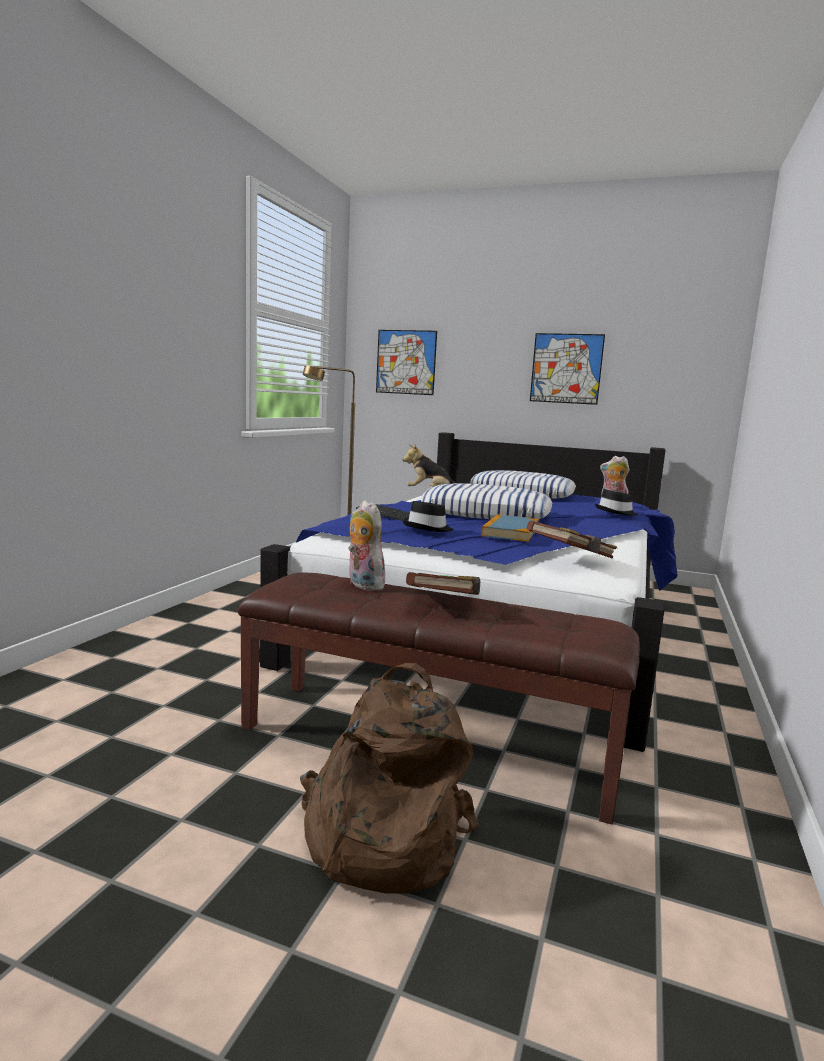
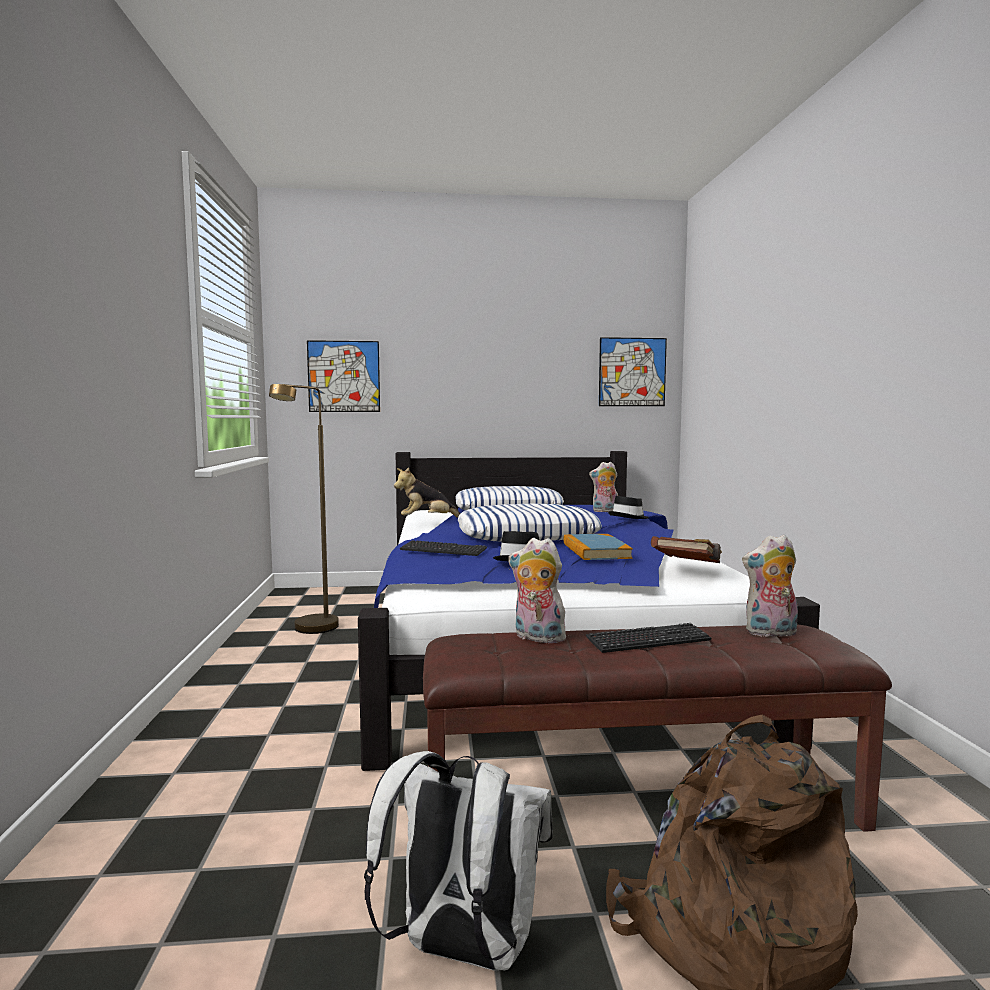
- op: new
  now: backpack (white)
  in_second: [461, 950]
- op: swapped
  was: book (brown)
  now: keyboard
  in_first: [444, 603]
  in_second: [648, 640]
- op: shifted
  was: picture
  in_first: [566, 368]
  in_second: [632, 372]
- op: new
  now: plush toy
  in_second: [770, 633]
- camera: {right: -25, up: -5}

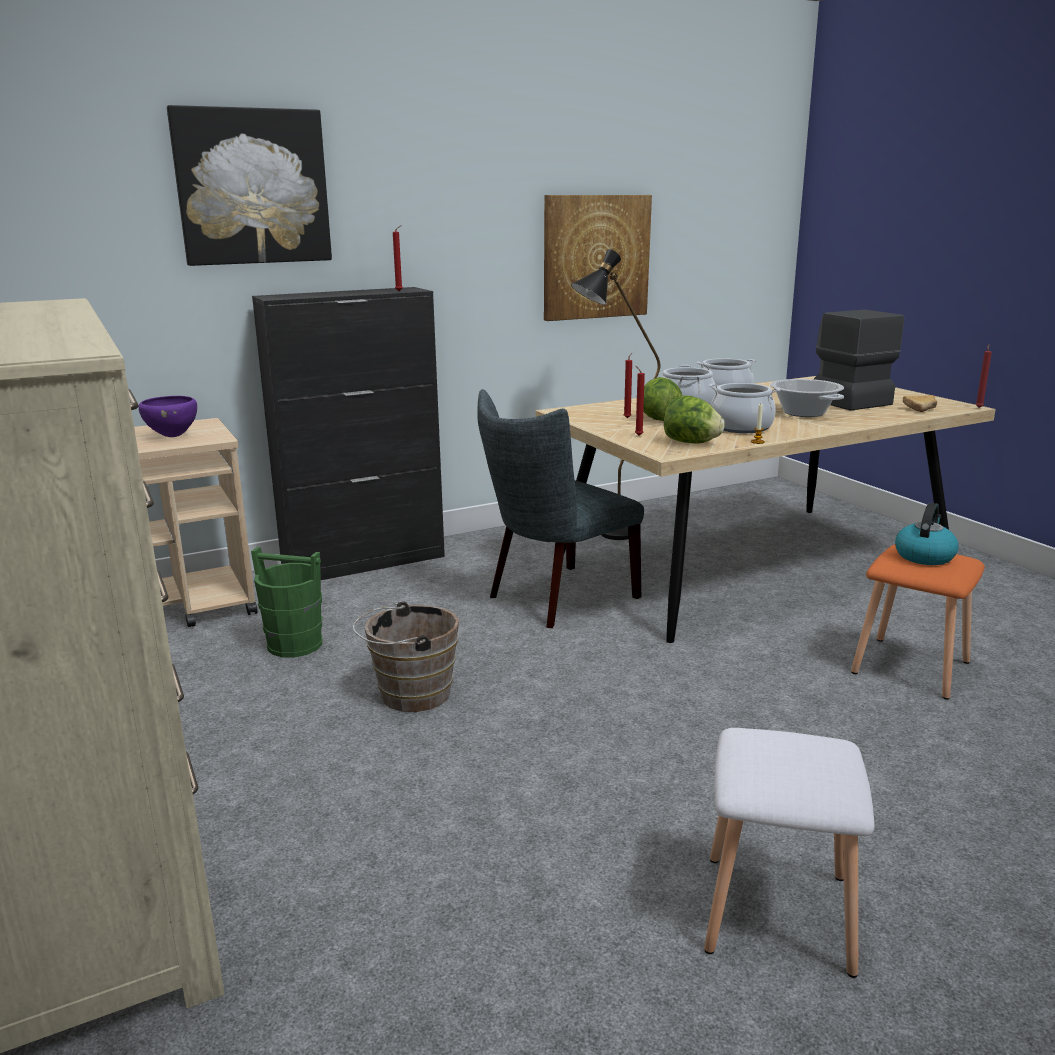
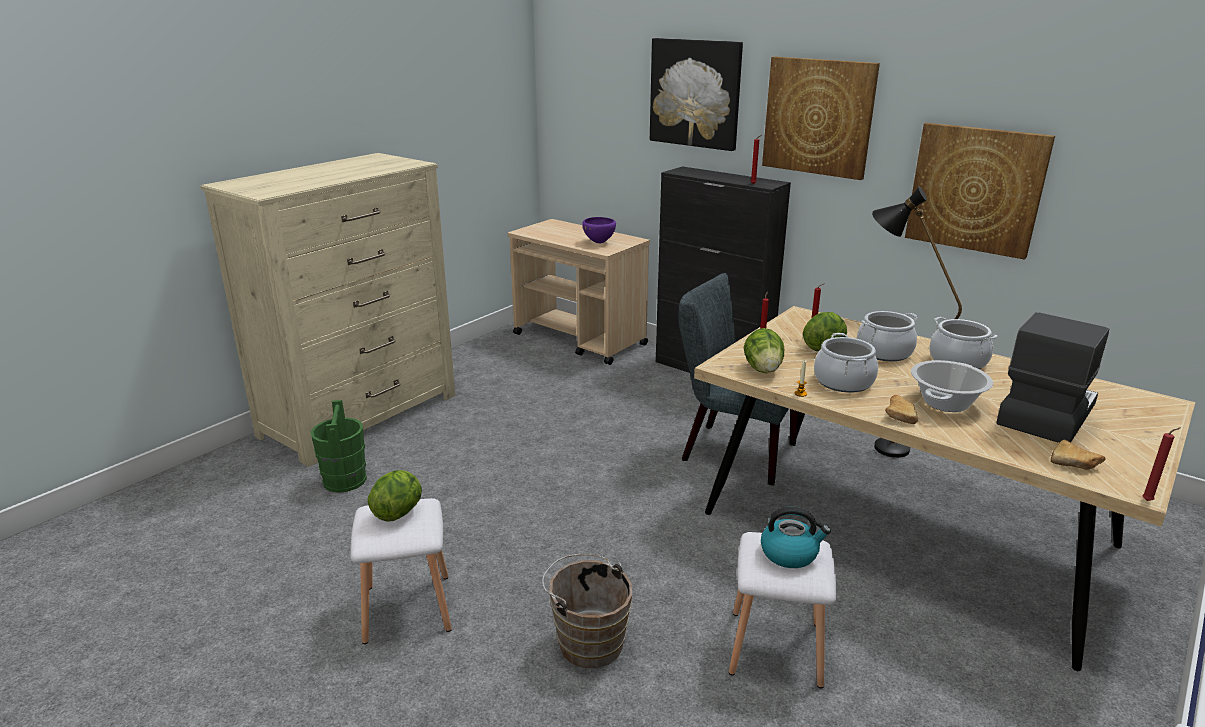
- op: shifted
  was: bucket (green)
  in_first: [294, 644]
  in_second: [345, 480]
- op: new
  now: lettuce
  in_second: [399, 512]
- op: shifted
  was: bucket (brown)
  in_first: [409, 695]
  in_second: [587, 641]
- op: repainted
  was: stool (orange)
  now: stool (white)
  in_first: [910, 666]
  in_second: [777, 647]
- op: new
  now: picture
  in_second: [818, 117]
- op: new
  now: bread
  in_second: [899, 415]
- camera: {right: 65, up: 5}

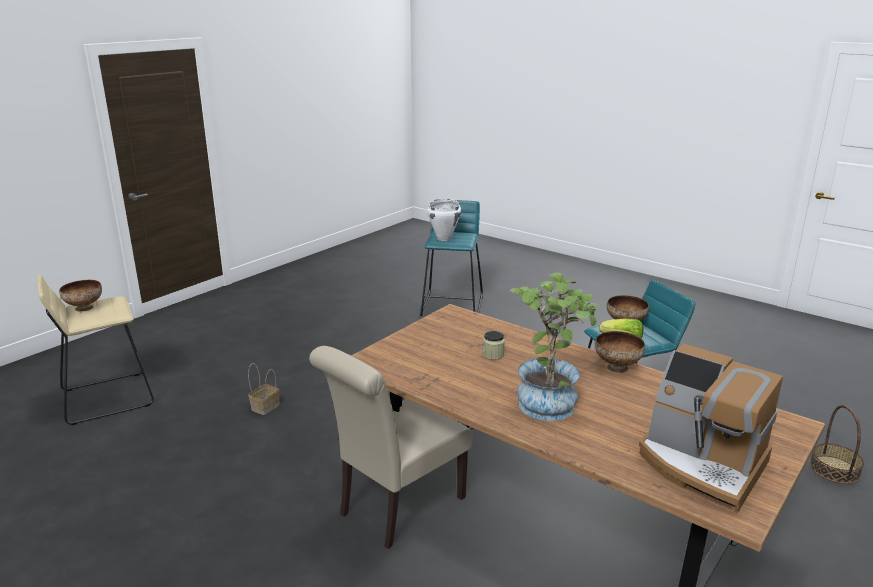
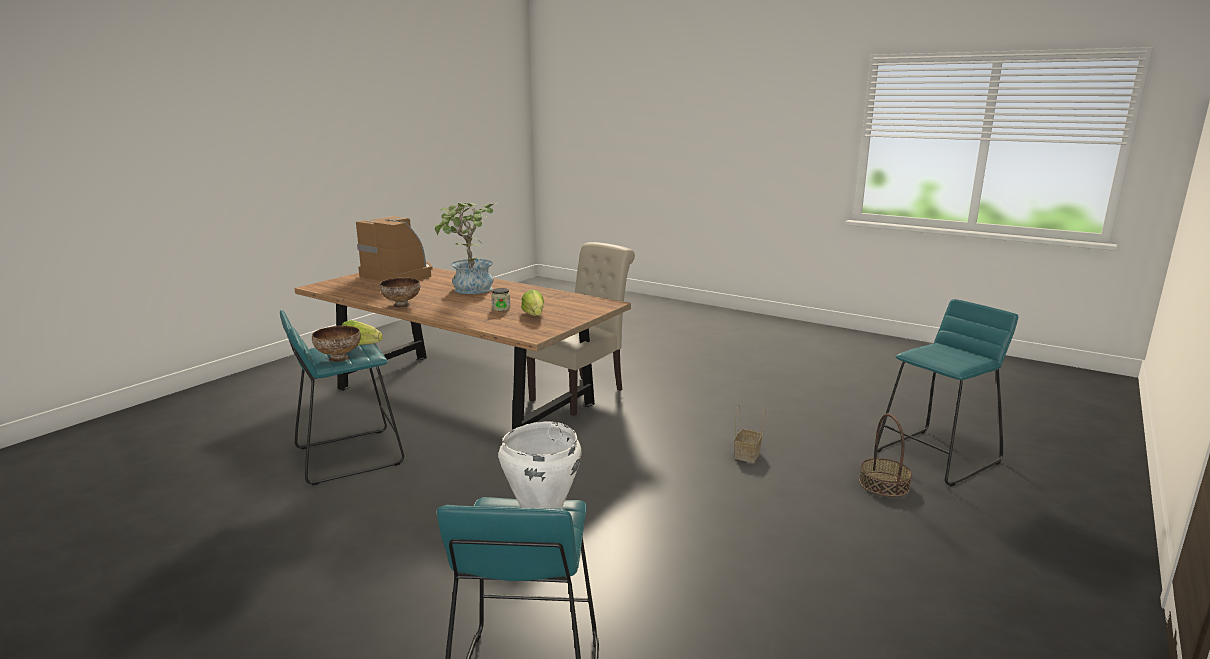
- op: new
  now: lettuce
  in_second: [534, 315]
- op: shifted
  was: basket
  in_first: [834, 469]
  in_second: [883, 484]
- op: repainted
  was: stool (beige)
  now: stool (turquoise)
  in_first: [107, 397]
  in_second: [937, 457]
- op: gone
  was: bowl
  in_first: [84, 308]
- camera: {right: 175, up: -5}

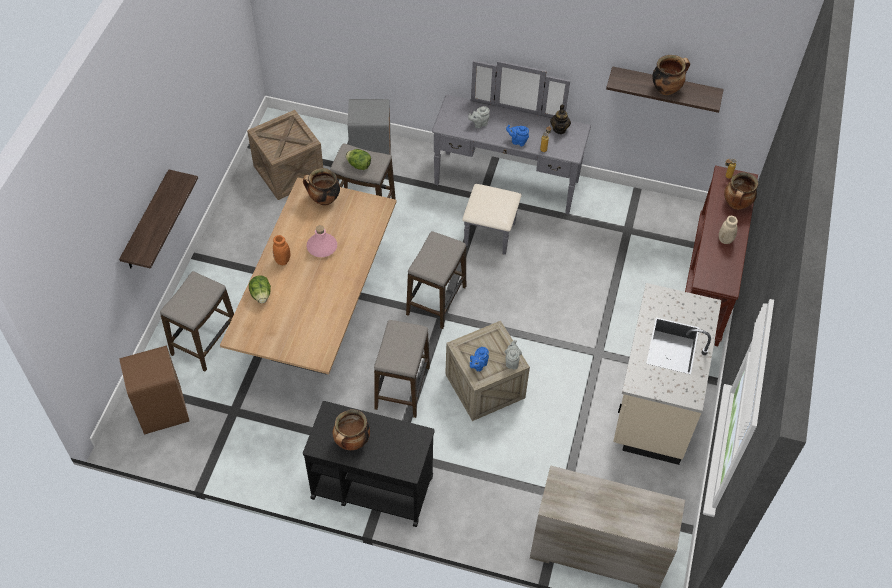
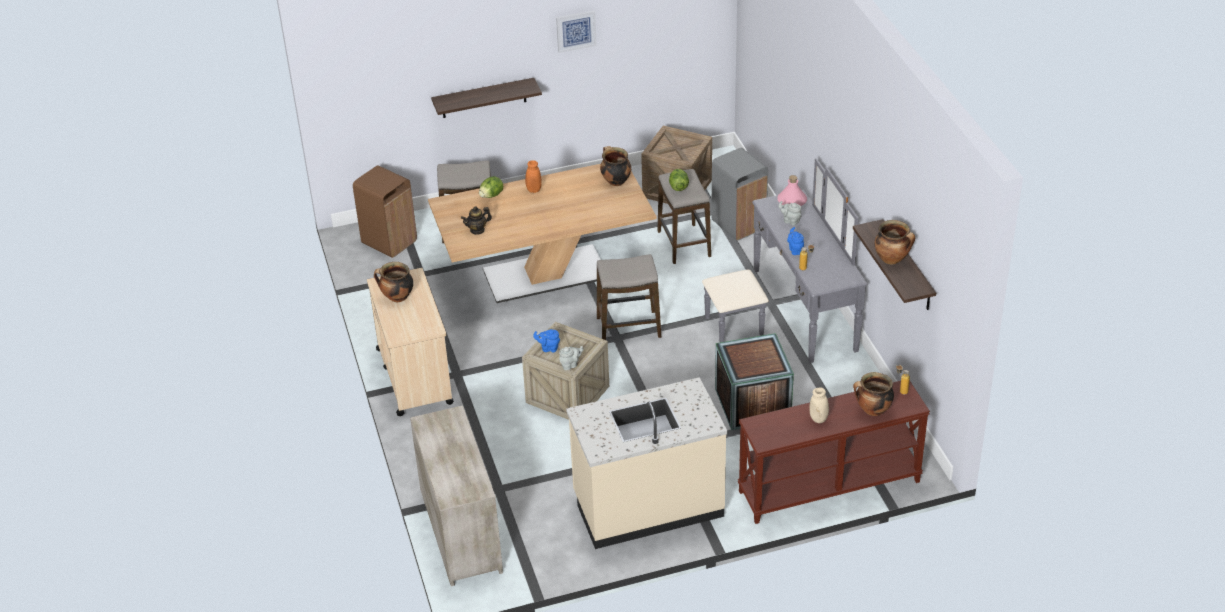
- op: repainted
  was: cart (black)
  now: cart (beige)
  in_first: [371, 486]
  in_second: [414, 375]
- op: shifted
  was: teapot
  in_first: [559, 129]
  in_second: [477, 230]
- op: new
  now: picture
  in_second: [576, 30]
- op: new
  now: crate
  in_second: [752, 404]
- op: shifted
  was: bottle (pink)
  in_first: [322, 247]
  in_second: [792, 201]
- op: gone
  was: stool
  in_first: [402, 388]
- camera: {right: 60, up: -15}

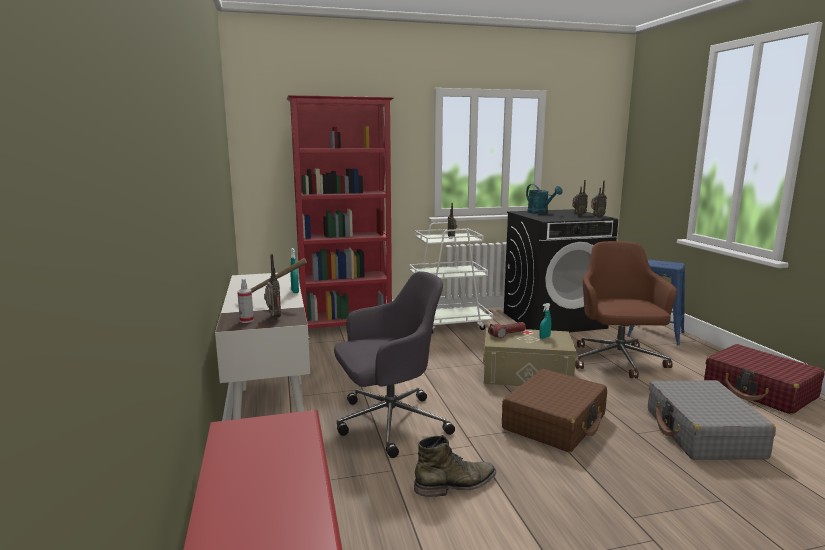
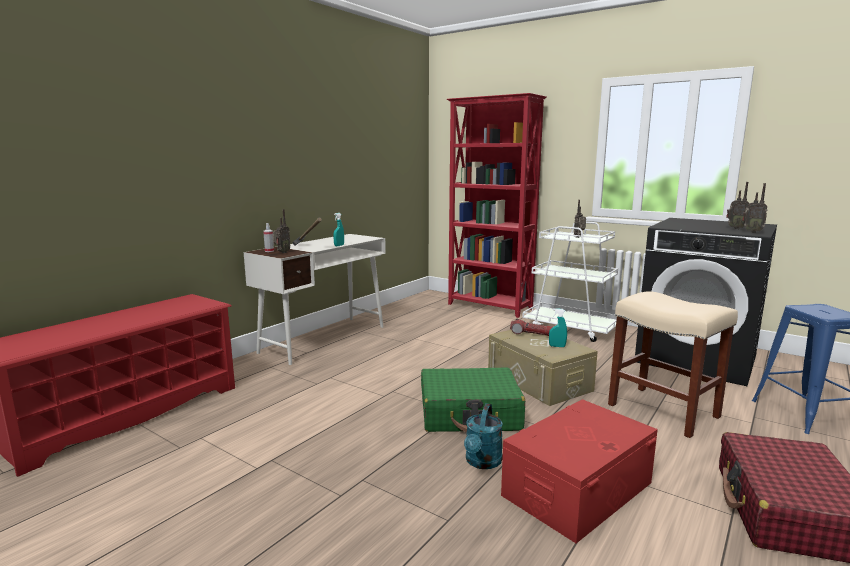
- op: repainted
  was: suitcase (brown)
  now: suitcase (green)
  in_first: [555, 422]
  in_second: [470, 414]
- op: shifted
  was: watering can (turquoise)
  in_first: [540, 213]
  in_second: [482, 463]
- op: swapped
  was: suitcase (grey)
  now: storage box (red)
  in_first: [703, 433]
  in_second: [577, 489]
- op: swapped
  was: office chair (brown)
  now: stool (beige)
  in_first: [618, 361]
  in_second: [664, 411]
- op: gone
  was: office chair (grey)
  in_first: [389, 423]
- op: gone
  was: boot (green)
  in_first: [456, 485]
- camera: {right: 50, up: 0}

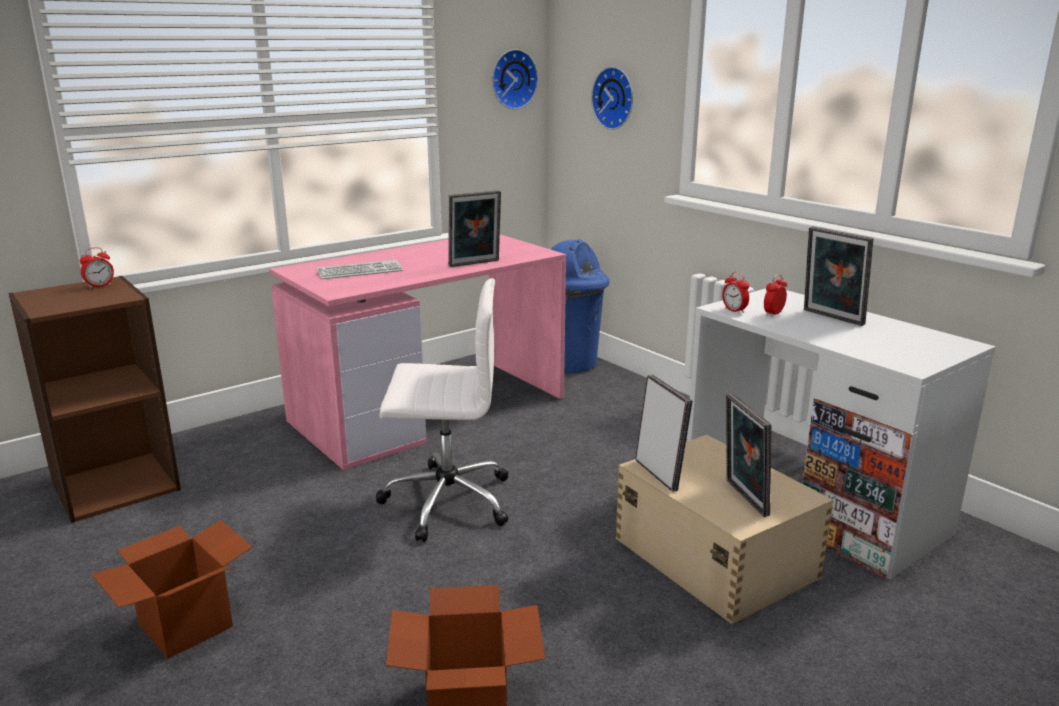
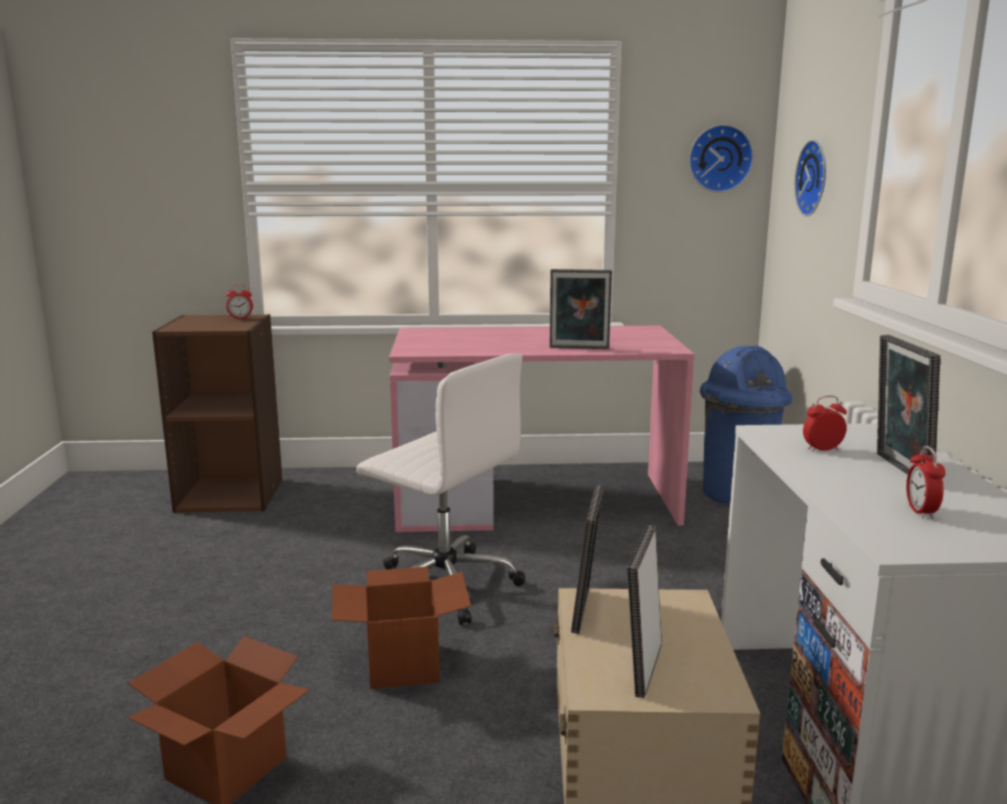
- op: shifted
  was: cardboard box
  in_first: [186, 625]
  in_second: [403, 665]
- op: shifted
  was: alarm clock
  in_first: [734, 310]
  in_second: [920, 512]
- op: gone
  was: keyboard
  in_first: [360, 271]
- camera: {right: 35, up: -5}

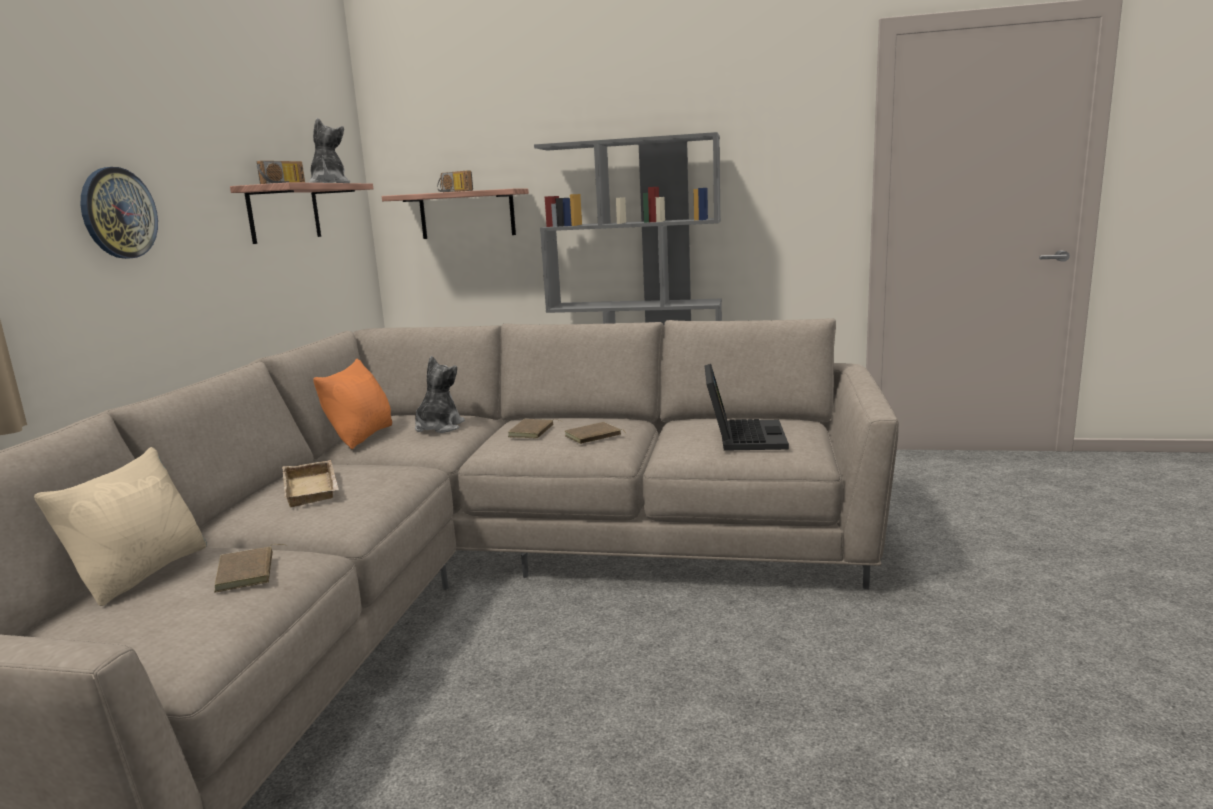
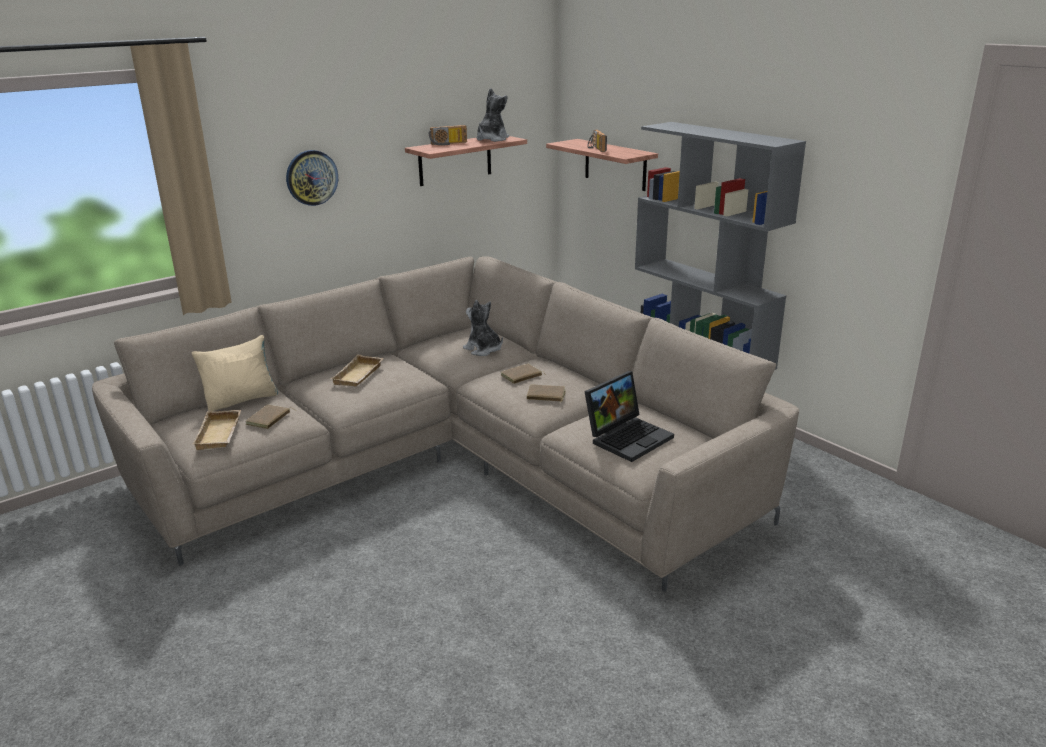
- op: new
  now: tray (beige)
  in_second: [220, 434]
- op: rotated
  was: plush toy
  in_first: [438, 427]
  in_second: [483, 350]
  clockwise: -105
- op: gone
  was: pillow (orange)
  in_first: [361, 436]
- camera: {right: 40, up: 10}

